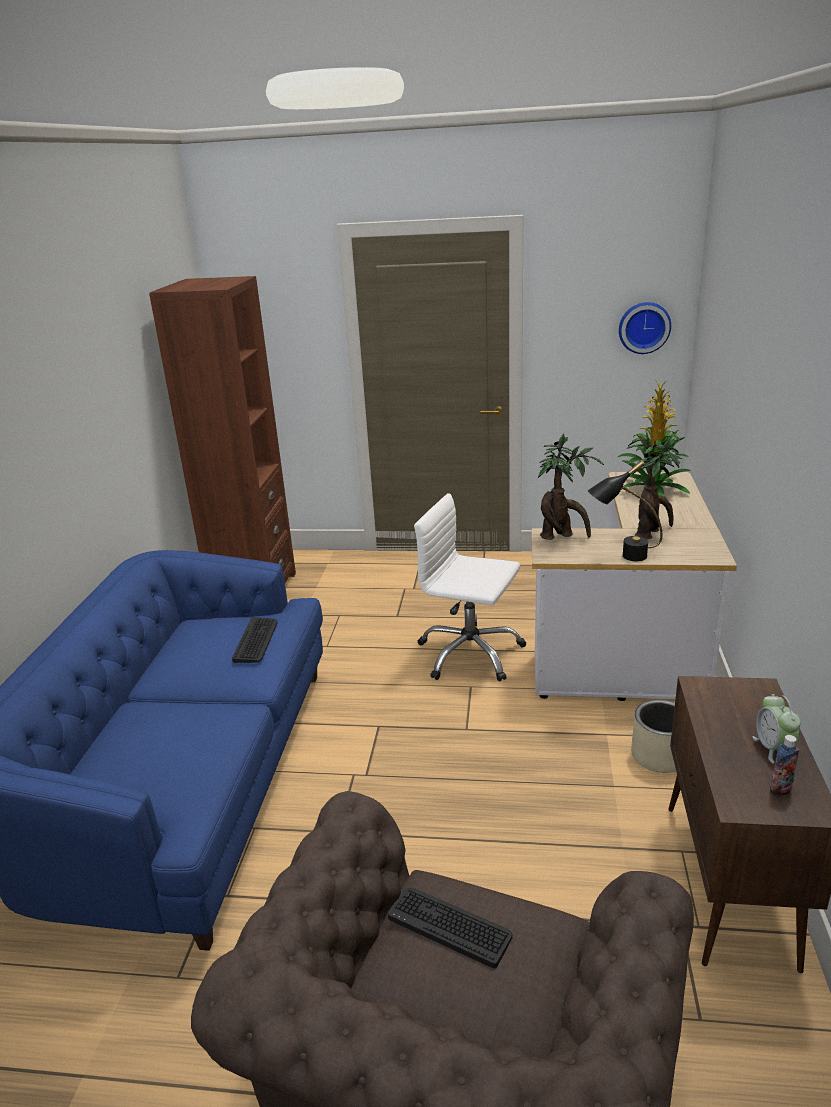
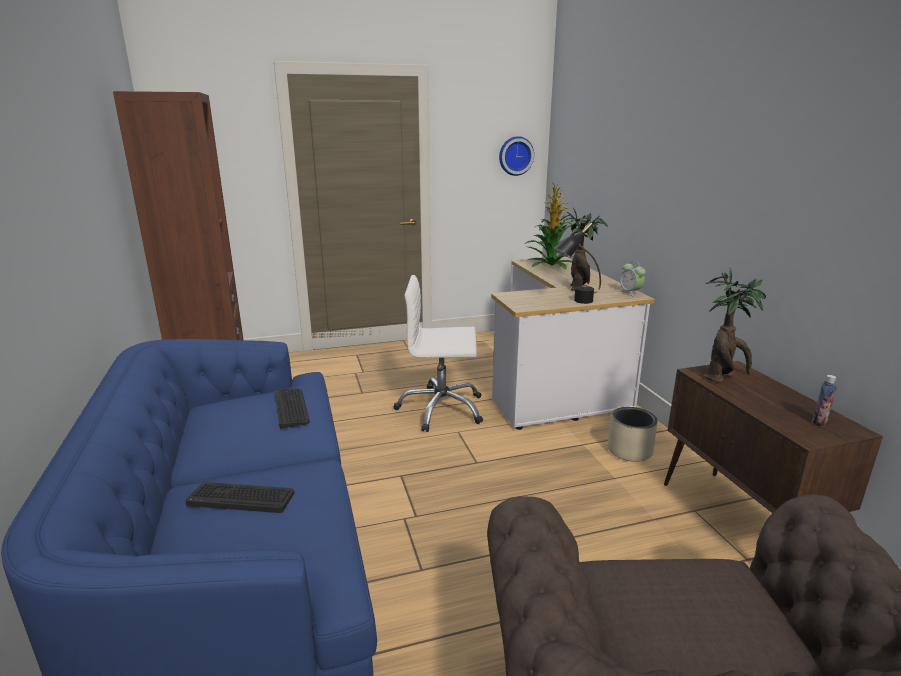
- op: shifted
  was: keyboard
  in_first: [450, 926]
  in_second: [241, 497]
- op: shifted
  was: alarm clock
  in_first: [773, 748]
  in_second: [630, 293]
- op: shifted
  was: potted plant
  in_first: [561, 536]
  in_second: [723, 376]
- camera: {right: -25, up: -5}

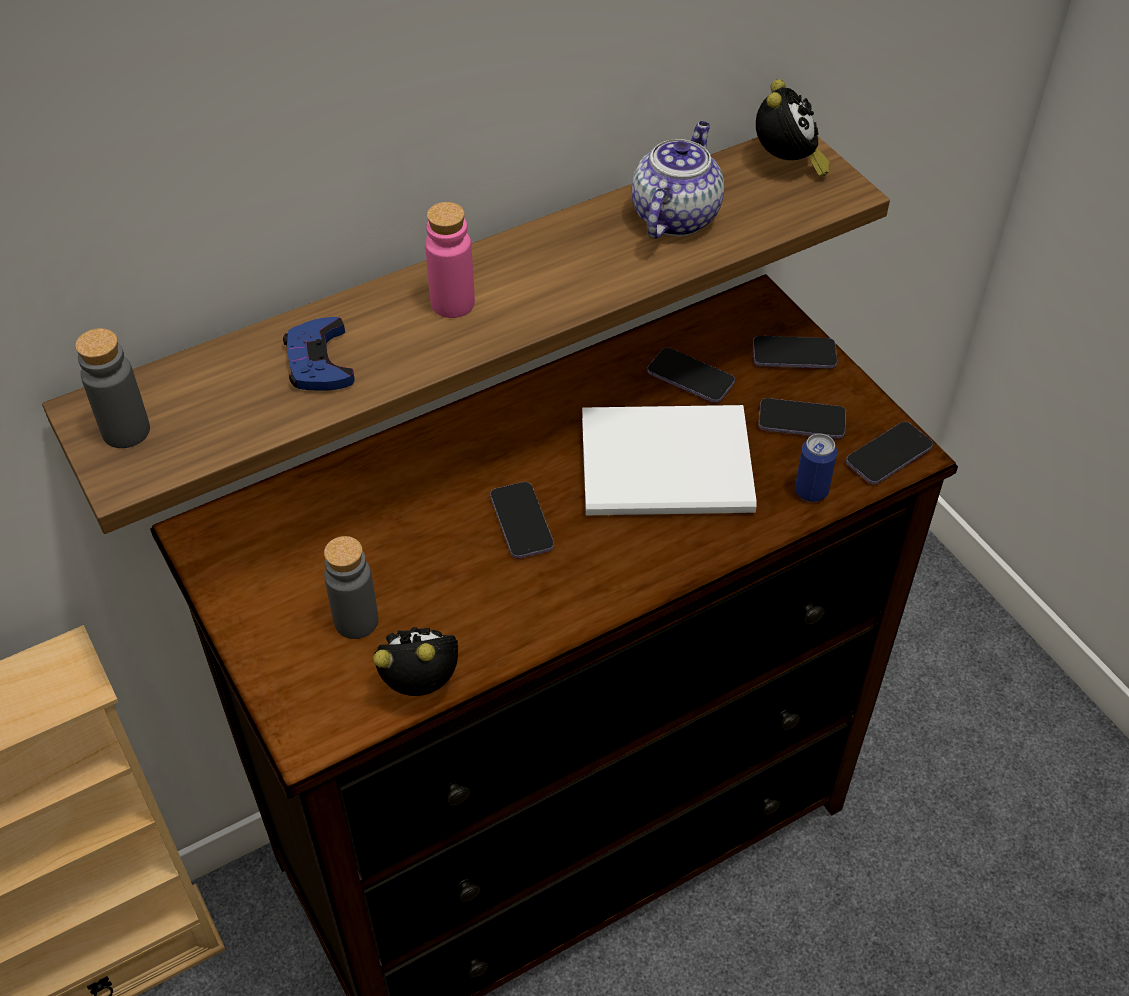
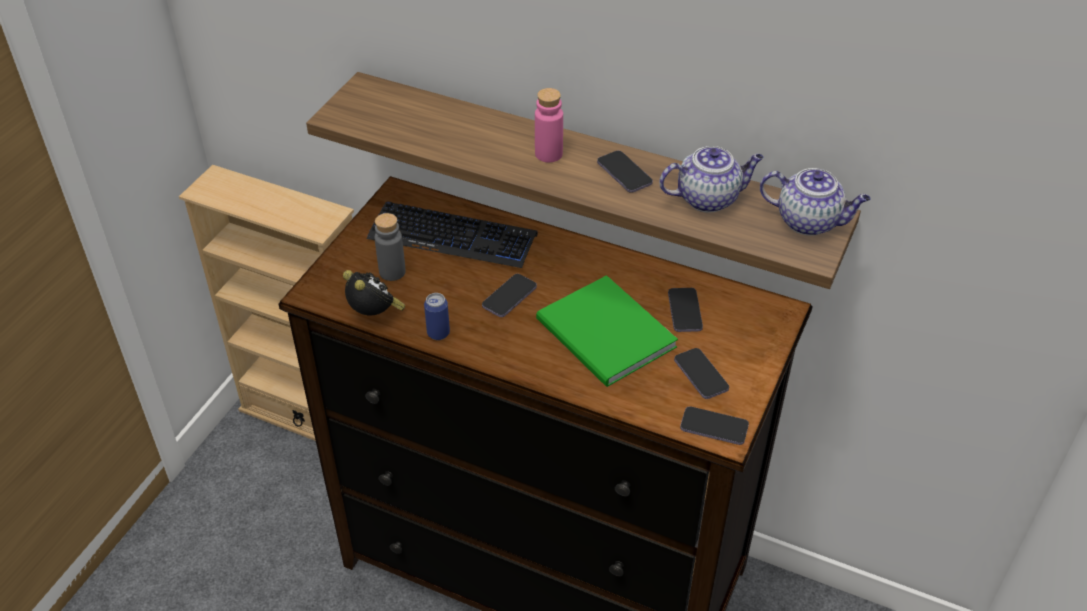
- op: new
  now: keyboard
  in_second: [453, 237]
- op: shifted
  was: can
  in_first: [811, 491]
  in_second: [438, 333]
- op: repainted
  was: book (white)
  now: book (green)
  in_first: [671, 469]
  in_second: [605, 337]
- op: shifted
  was: phone
  in_first: [794, 355]
  in_second: [624, 173]
- op: swapped
  was: alarm clock
  now: teapot
  in_first: [787, 164]
  in_second: [809, 221]
- op: gone
  was: bottle (grey)
  in_first: [126, 431]
- op: gone
  was: game controller (blue)
  in_first: [319, 362]
- camera: {right: 55, up: -5}

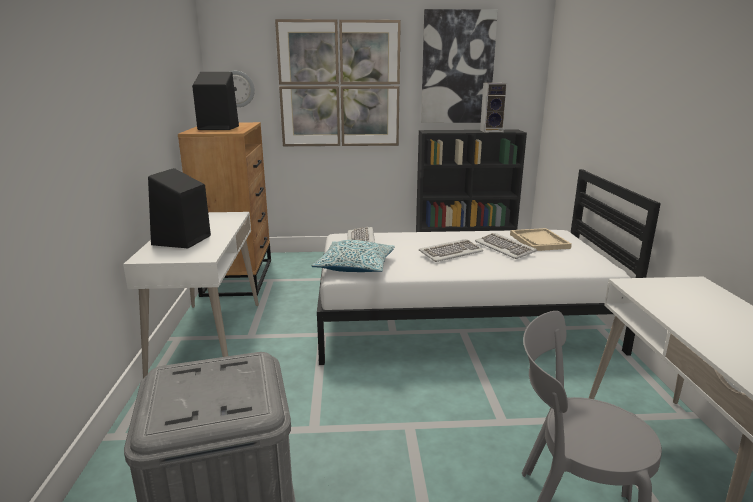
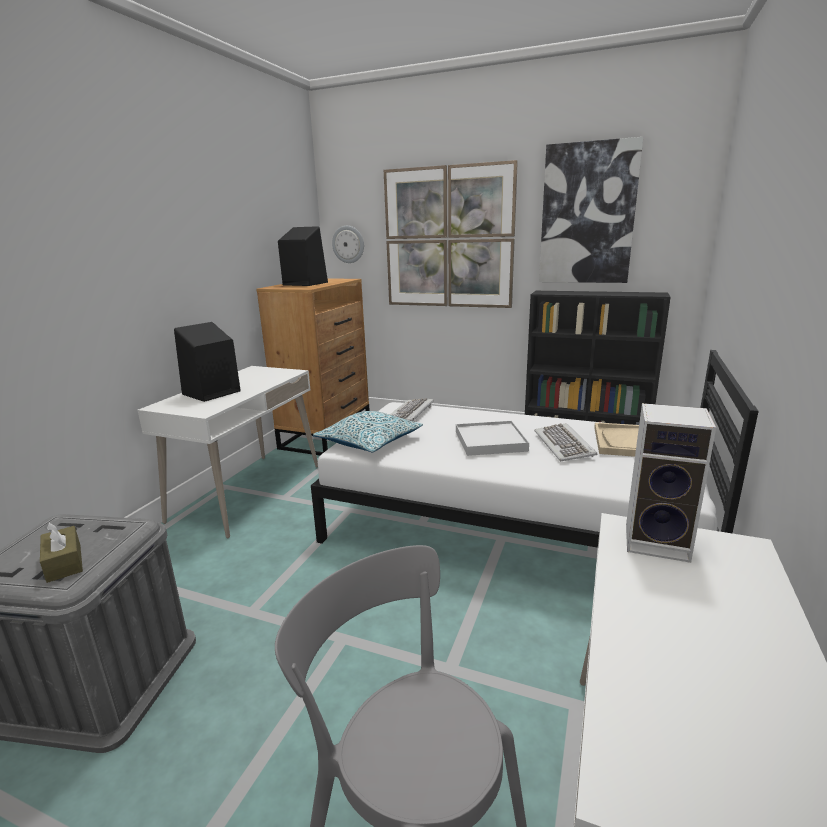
- op: new
  now: tissue box (brown)
  in_second: [64, 563]
- op: swapped
  was: keyboard
  now: tray (white)
  in_first: [450, 253]
  in_second: [490, 441]
- op: shifted
  was: speaker
  in_first: [492, 131]
  in_second: [659, 542]
- camera: {right: 25, up: 0}

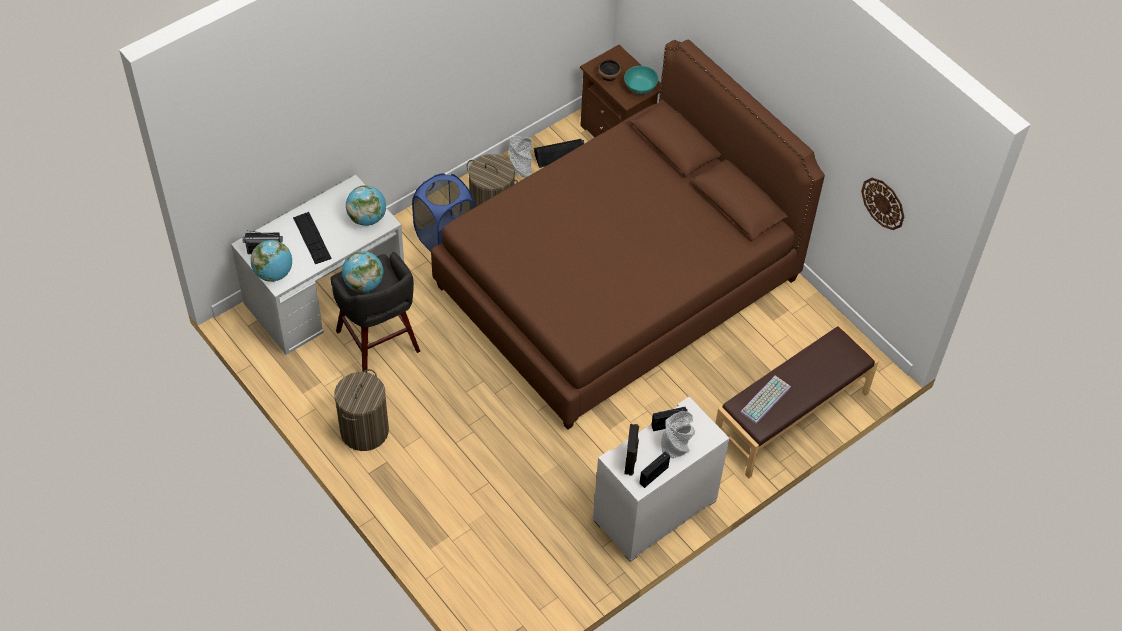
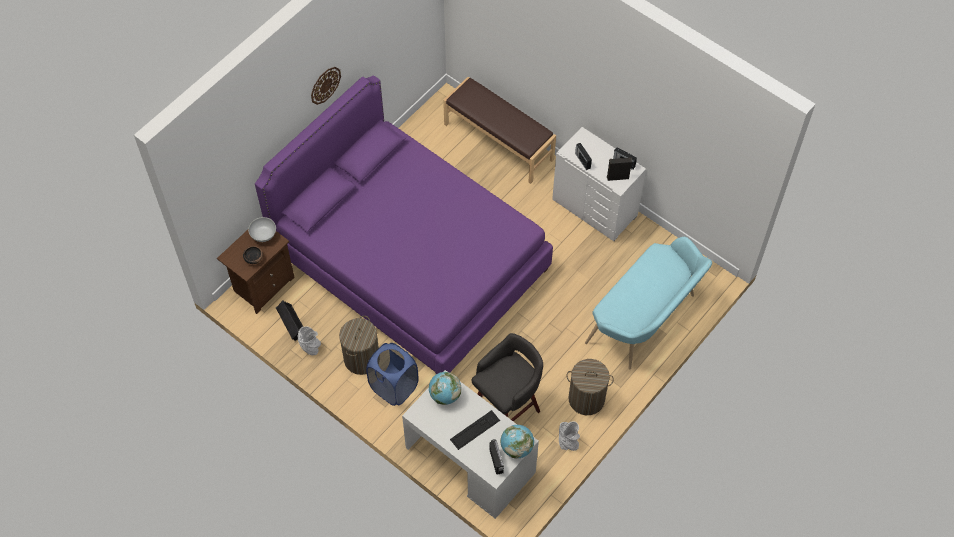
- op: repainted
  was: bowl (turquoise)
  now: bowl (white)
  in_first: [640, 88]
  in_second: [263, 235]
- op: repainted
  was: bed (brown)
  now: bed (purple)
  in_first: [617, 283]
  in_second: [410, 261]
- op: shifted
  was: wall clock
  in_first: [883, 203]
  in_second: [325, 85]
- op: shifted
  was: vase (grey)
  in_first: [676, 445]
  in_second: [568, 442]
- op: new
  now: bench (turquoise)
  in_second: [645, 321]
- op: gone
  was: globe
  in_first: [364, 283]
- op: gone
  was: keyboard
  in_first: [765, 398]
- camera: {right: -100, up: 5}

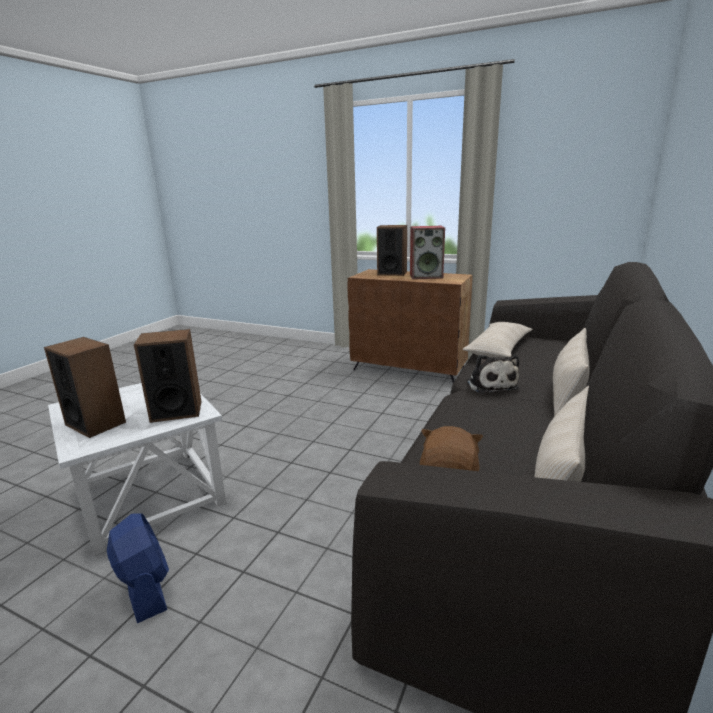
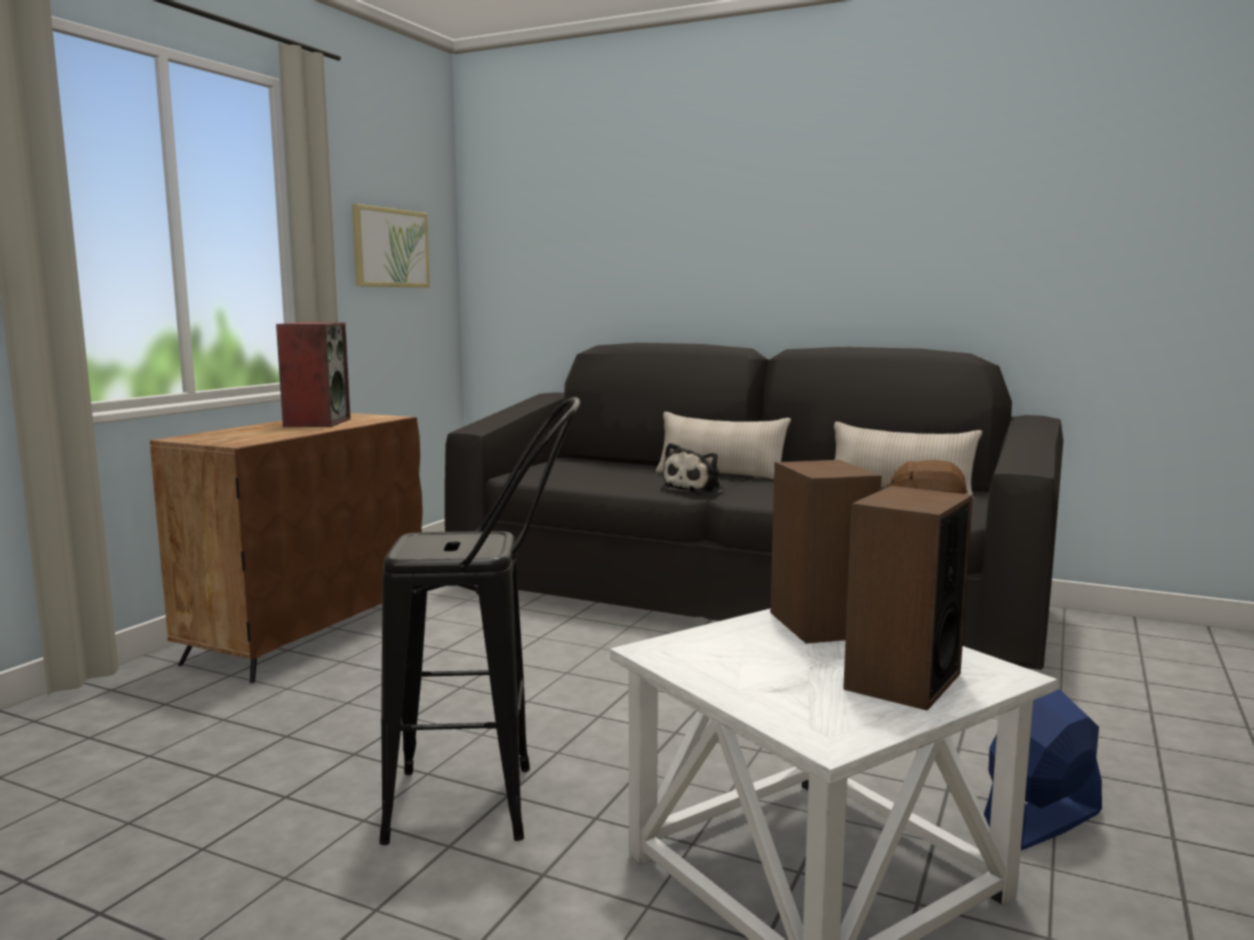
- op: new
  now: picture
  in_second: [390, 248]
- op: new
  now: stool (black)
  in_second: [489, 803]
- op: rotated
  was: plush toy
  in_first: [491, 384]
  in_second: [695, 489]
  clockwise: 135
- op: gone
  was: speaker
  in_first: [392, 273]
- op: gone
  was: pillow (beige)
  in_first: [498, 349]
- camera: {right: -90, up: -10}

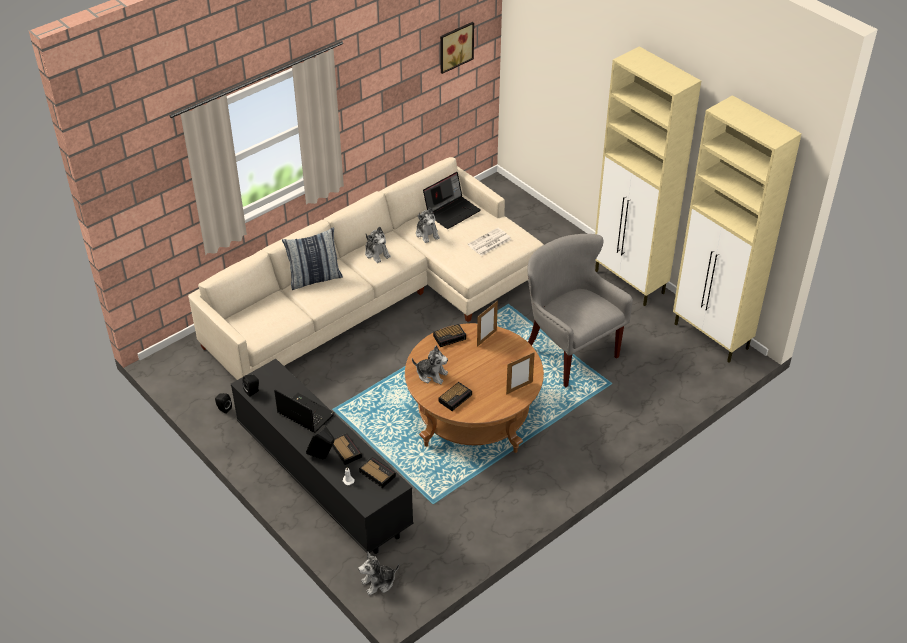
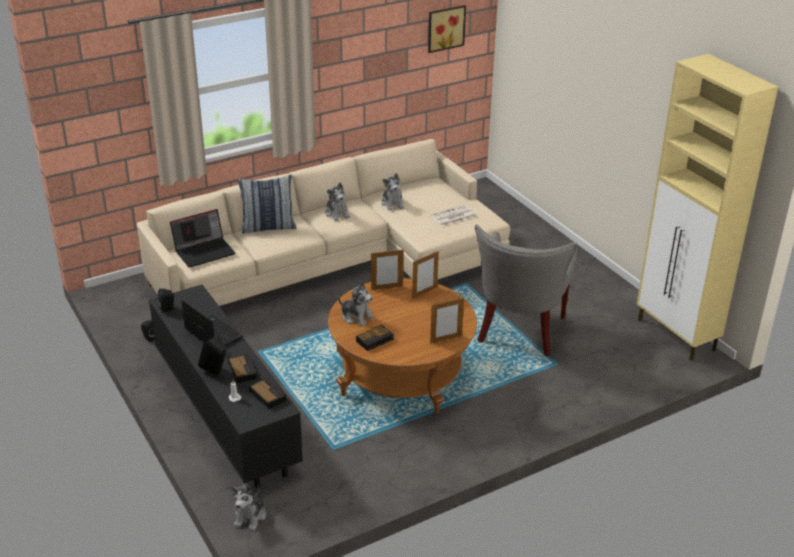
- op: shifted
  was: laptop
  in_first: [452, 211]
  in_second: [205, 251]
- op: rotated
  was: plush toy
  in_first: [378, 582]
  in_second: [250, 516]
  clockwise: -60
- op: swapped
  was: alarm clock
  now: picture frame
  in_first: [450, 337]
  in_second: [387, 288]
- op: rotated
  was: armchair (grey)
  in_first: [569, 352]
  in_second: [519, 331]
  clockwise: -135
- op: gone
  was: cabinet (beige)
  in_first: [630, 282]
- camera: {right: 10, up: -10}

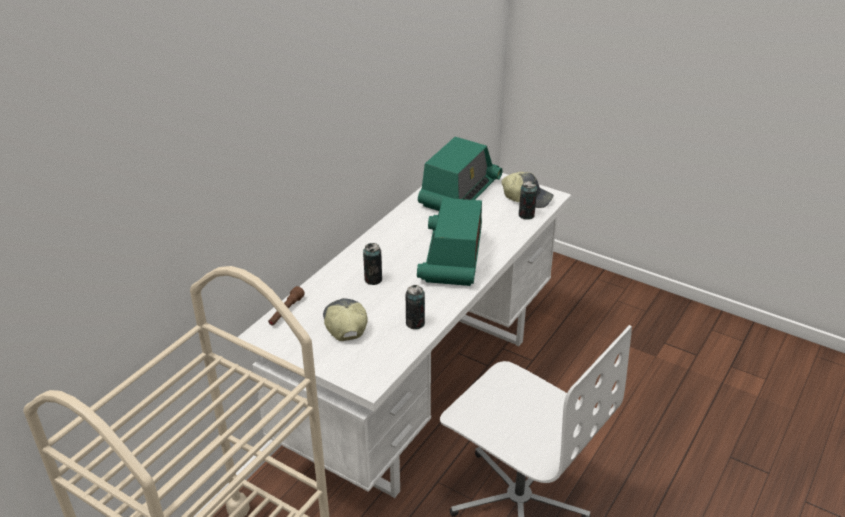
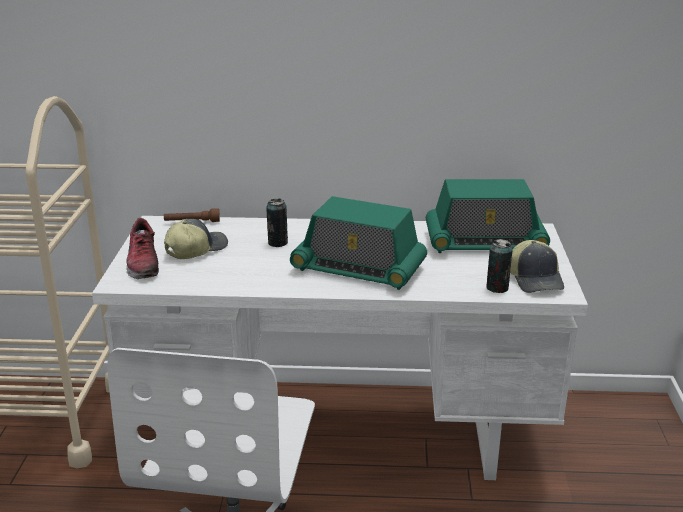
- op: new
  now: shoe
  in_second: [142, 263]
- op: rotated
  was: radio
  in_first: [452, 258]
  in_second: [358, 269]
  clockwise: -135
- op: gone
  was: can
  in_first: [415, 323]
- camera: {right: 60, up: -10}

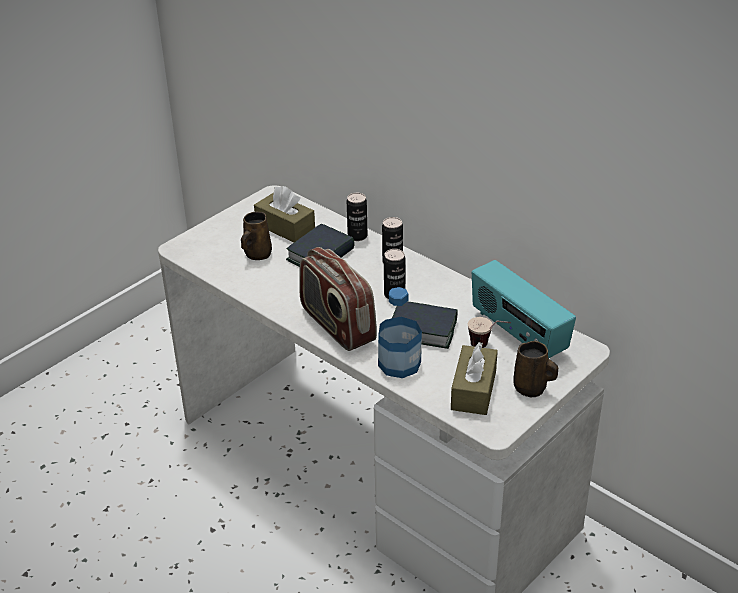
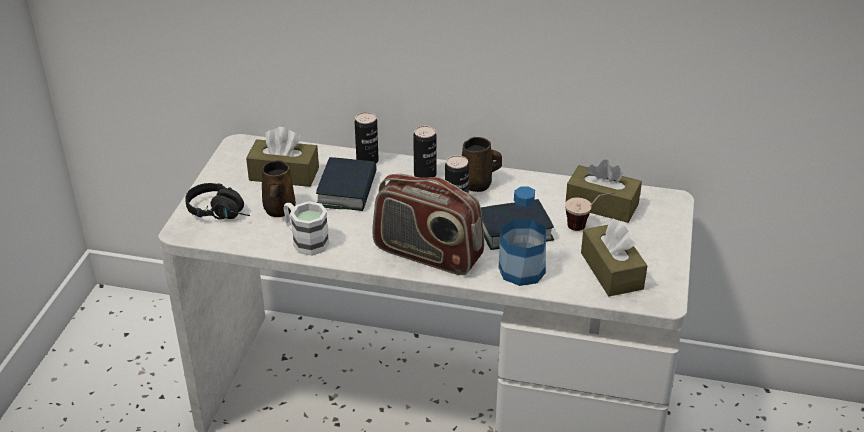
- op: new
  now: headphones (black)
  in_second: [222, 212]
- op: new
  now: mug (white)
  in_second: [305, 241]
- op: shifted
  was: mug (brown)
  in_first: [531, 389]
  in_second: [478, 184]
- op: swapped
  was: radio
  now: tissue box (brown)
  in_first: [518, 333]
  in_second: [601, 205]
- camera: {right: -30, up: 0}

